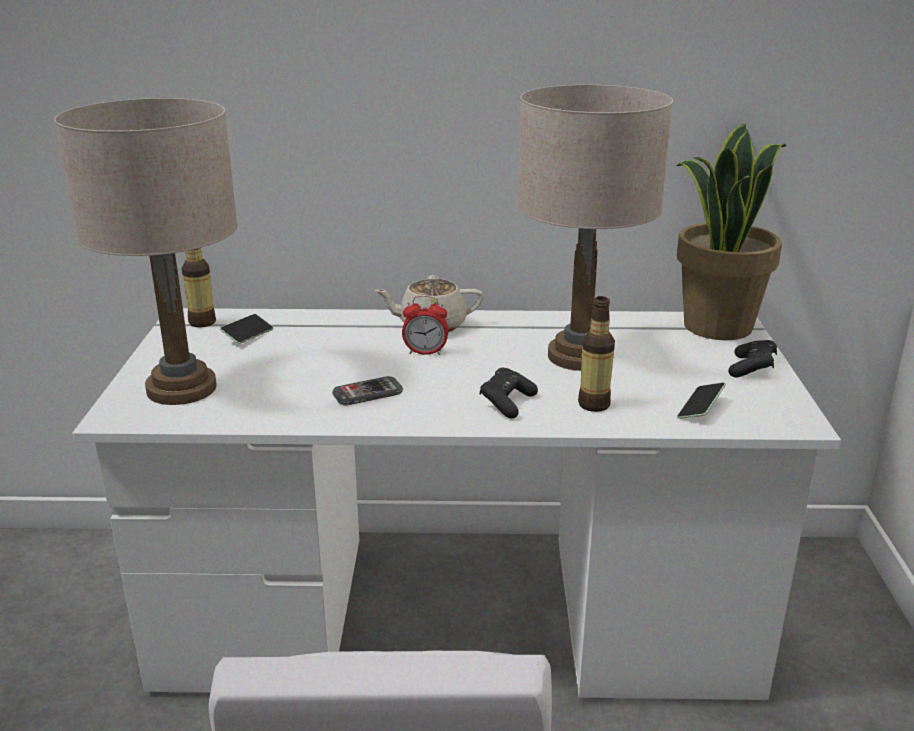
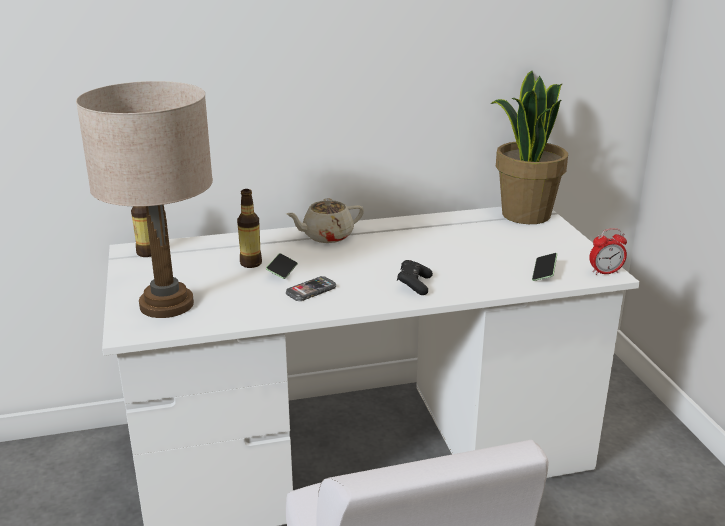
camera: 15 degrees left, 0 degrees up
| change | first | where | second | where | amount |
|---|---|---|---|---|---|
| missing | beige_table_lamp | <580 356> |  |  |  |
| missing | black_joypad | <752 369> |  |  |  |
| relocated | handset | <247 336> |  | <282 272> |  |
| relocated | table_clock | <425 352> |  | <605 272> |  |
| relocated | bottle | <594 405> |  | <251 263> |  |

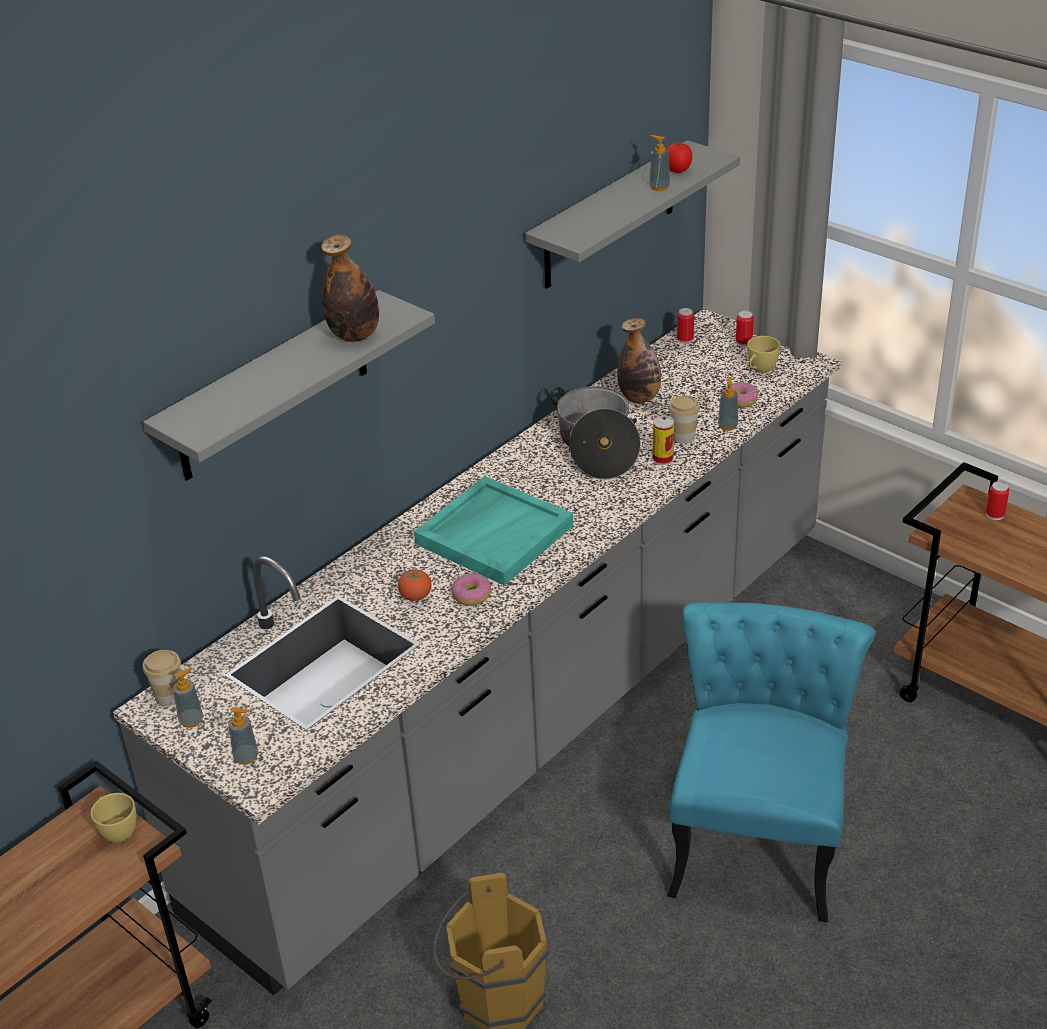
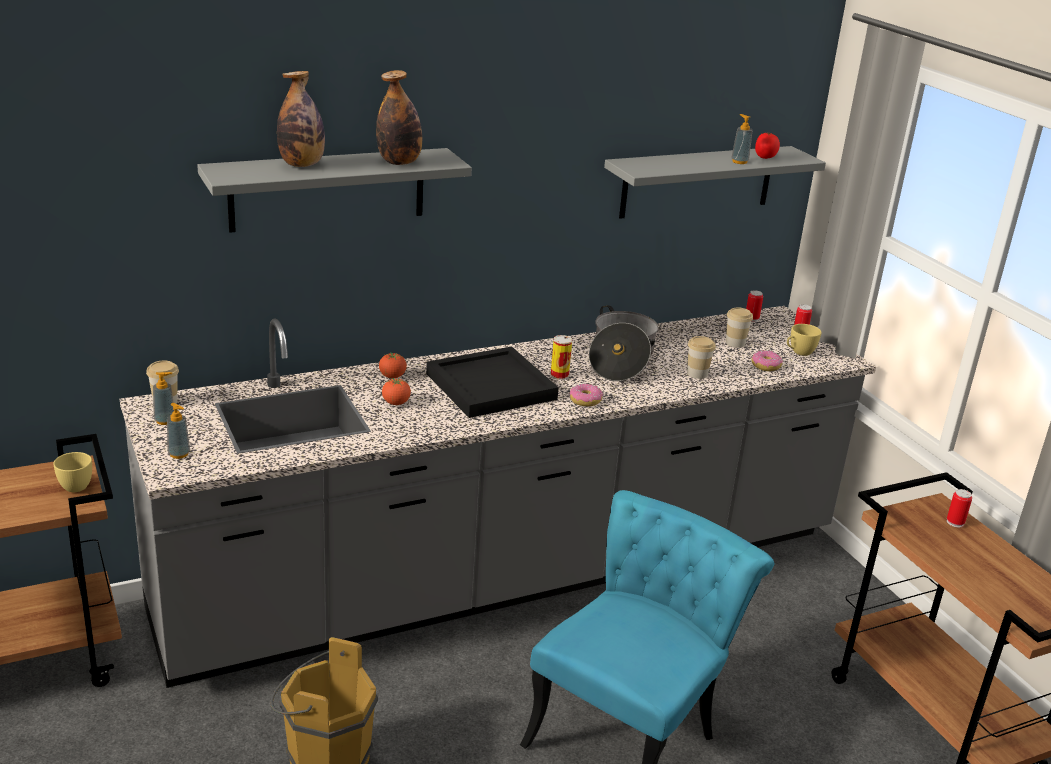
camera: 20 degrees right, 10 degrees down
| change | first | where | second | where | amount |
|---|---|---|---|---|---|
| missing | liquid_soap_bottle | <727 426> |  |  |  |
| appeared |  |  | tomato | <392 377> |  |
| appeared |  |  | cup | <735 343> |  |
| relocated | donut | <471 595> |  | <585 400> |  |
| relocated | bottle | <639 397> |  | <302 165> |  |
| relocated | metal_can | <662 459> |  | <559 375> |  |
| colour | blue-green_carrying_tray | <494 533> | black_carrying_tray | <491 385> |  |

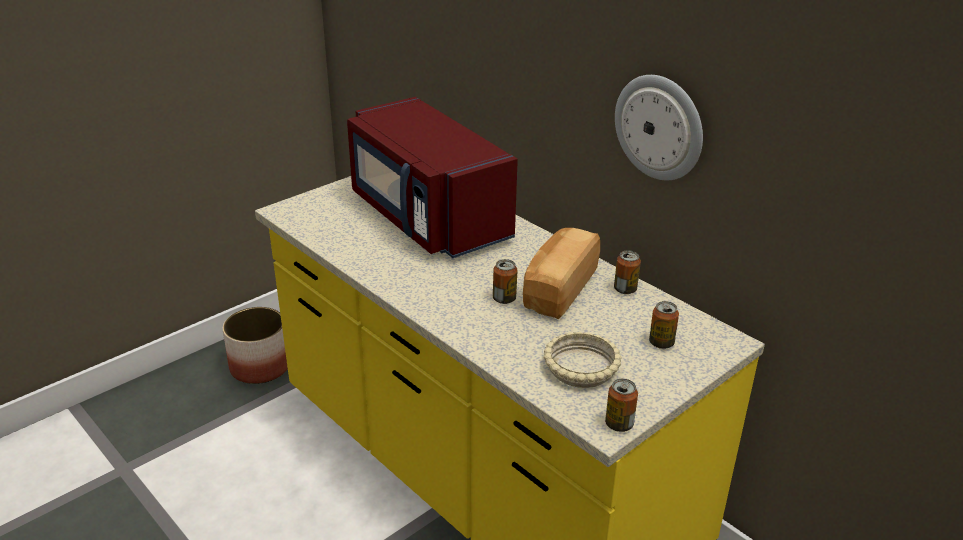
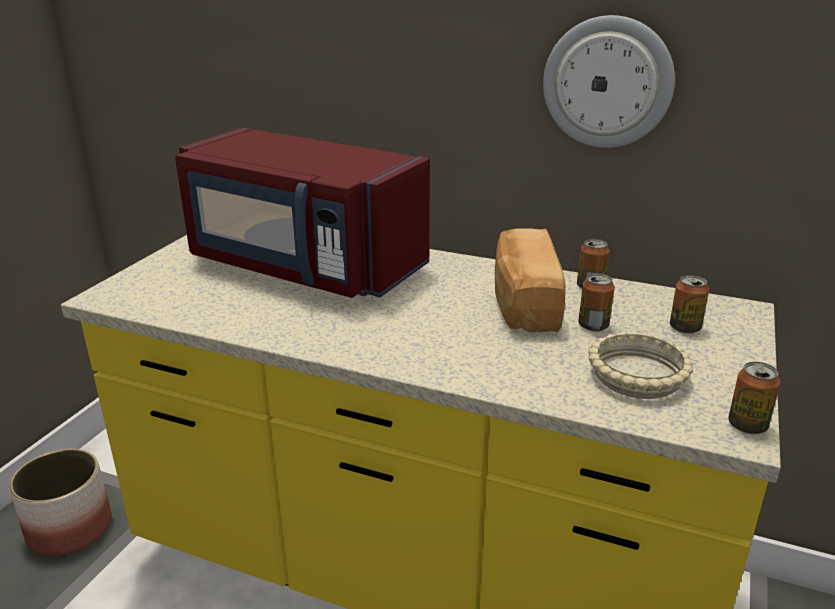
camera: 25 degrees left, 5 degrees down
| change | first | where | second | where | amount |
|---|---|---|---|---|---|
| relocated | metal_can | <504 299> |  | <593 326> |  |

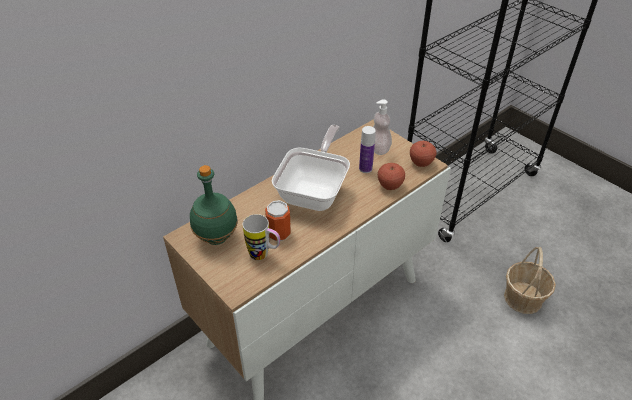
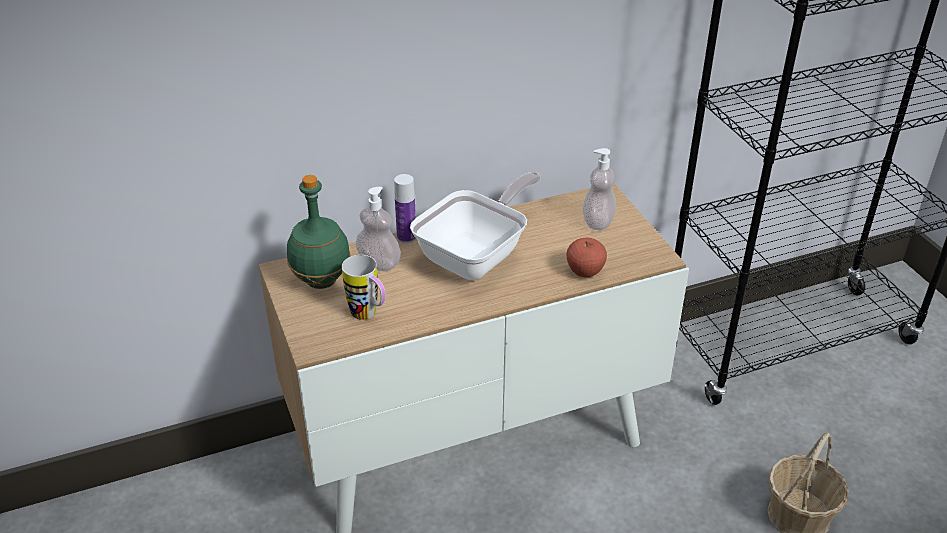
camera: 20 degrees right, 5 degrees down
| change | first | where | second | where | amount |
|---|---|---|---|---|---|
| missing | metal_can | <278 233> |  |  |  |
| missing | whole_apple | <421 163> |  |  |  |
| appeared |  |  | liquid_soap_bottle | <379 263> |  |
| relocated | bottle | <365 168> |  | <406 237> |  |

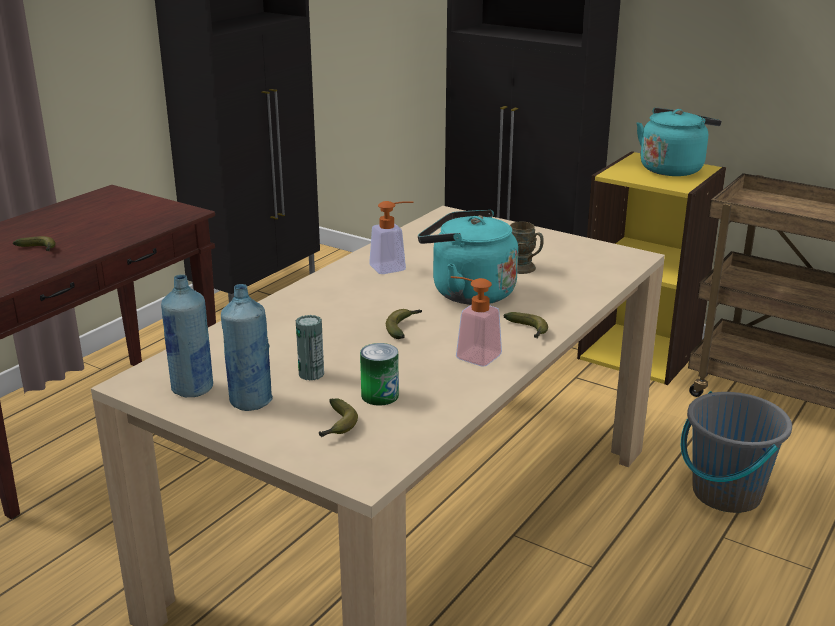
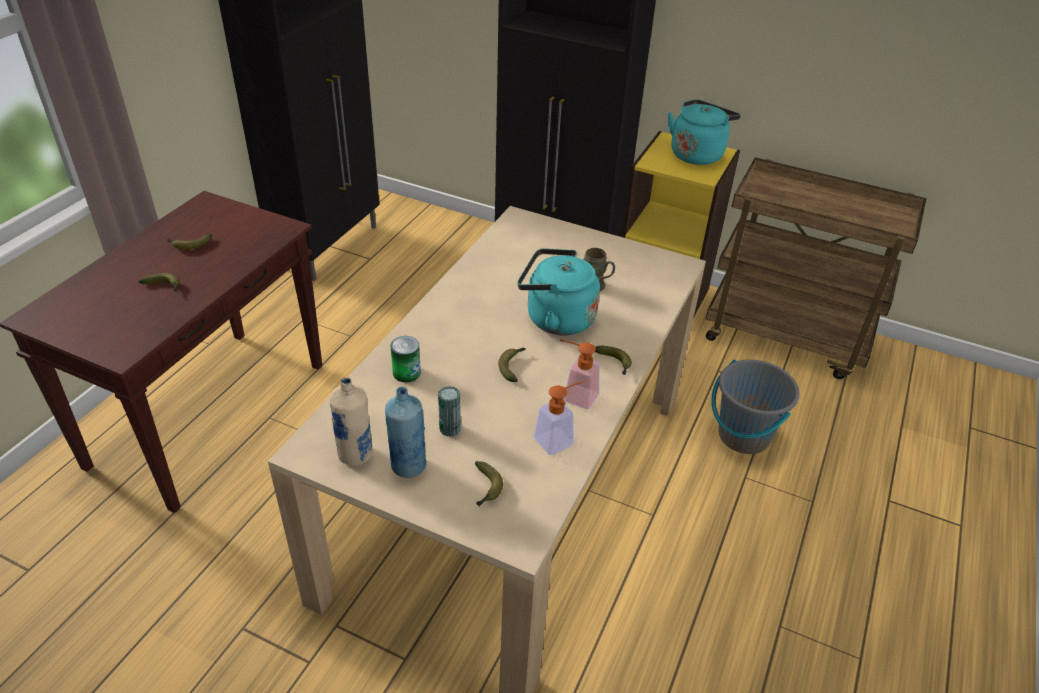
camera: 10 degrees left, 15 degrees up
| change | first | where | second | where | amount |
|---|---|---|---|---|---|
| appeared |  |  | banana | <189 245> |  |
| relocated | metal_can | <380 395> |  | <406 372> |  |
| relocated | liquid_soap_bottle | <393 267> |  | <559 439> |  |
| colour | blue_bottle | <192 389> | beige_bottle | <355 455> |  |

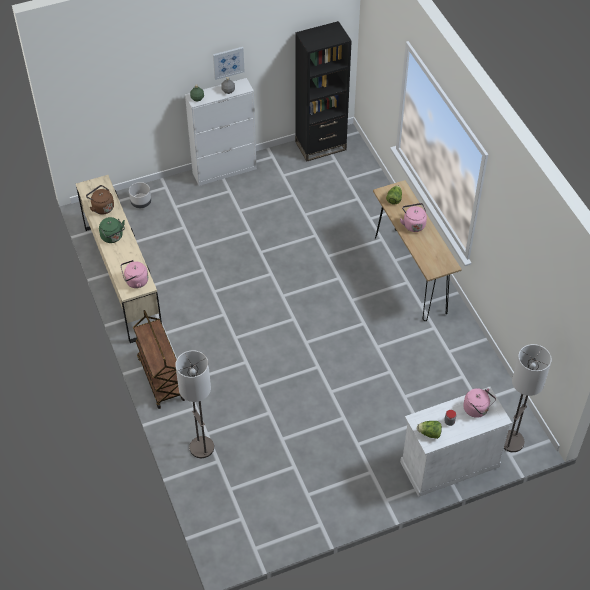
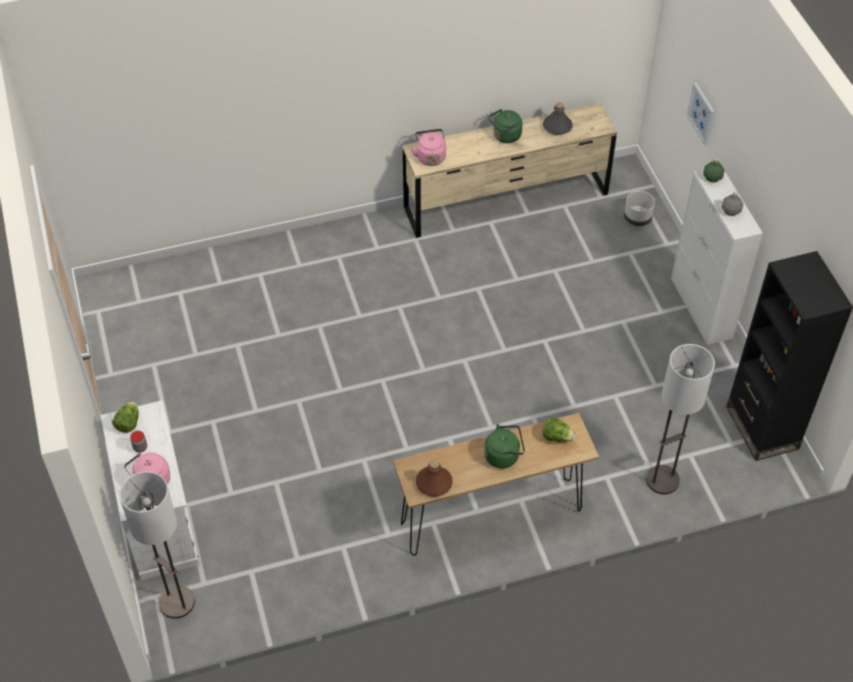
camera: 95 degrees right, 0 degrees up
| change | first | where | second | where | amount |
|---|---|---|---|---|---|
| missing | brownish_wheeled_cart | <160 378> |  |  |  |
| appeared |  |  | brownish_bottle | <434 483> |  |
| relocated | floor_lamp | <202 447> |  | <662 480> |  |
| relocated | wall_picture | <228 62> |  | <702 113> |  |
| exchanged | brownish_water_kettle | <102 207> | greyish_bottle | <557 127> |  |
| colour | pinkish_water_kettle | <413 224> | green_water_kettle | <504 455> |  |

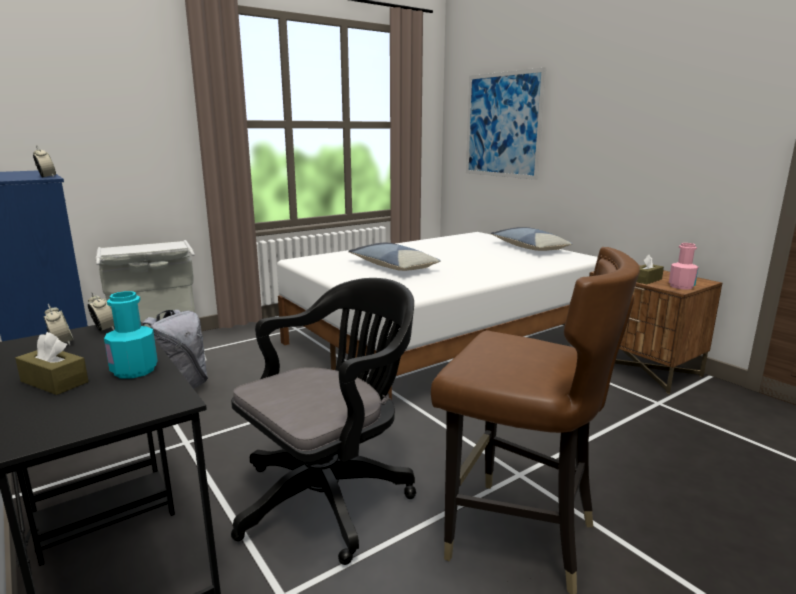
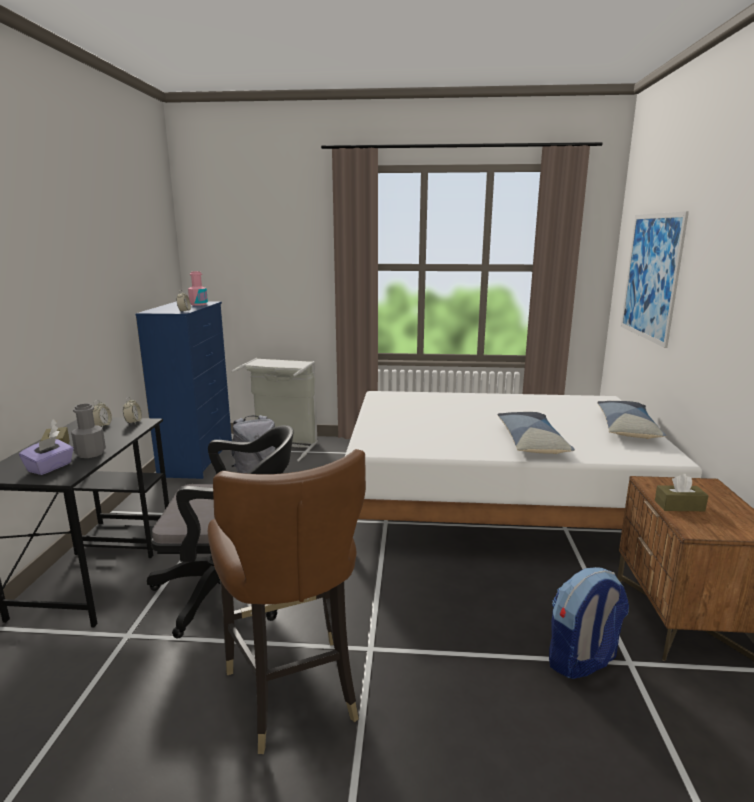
camera: 40 degrees right, 0 degrees up
| change | first | where | second | where | amount |
|---|---|---|---|---|---|
| appeared |  |  | purple-coloured_box_of_tissues | <50 468> |  |
| appeared |  |  | backpack | <582 661> |  |
| relocated | throw_pillow | <392 266> |  | <531 442> |  |
| relocated | pinkish_bottle | <681 286> |  | <198 304> |  |
| colour | blue-green_bottle | <134 370> | greyish_bottle | <90 453> |  |

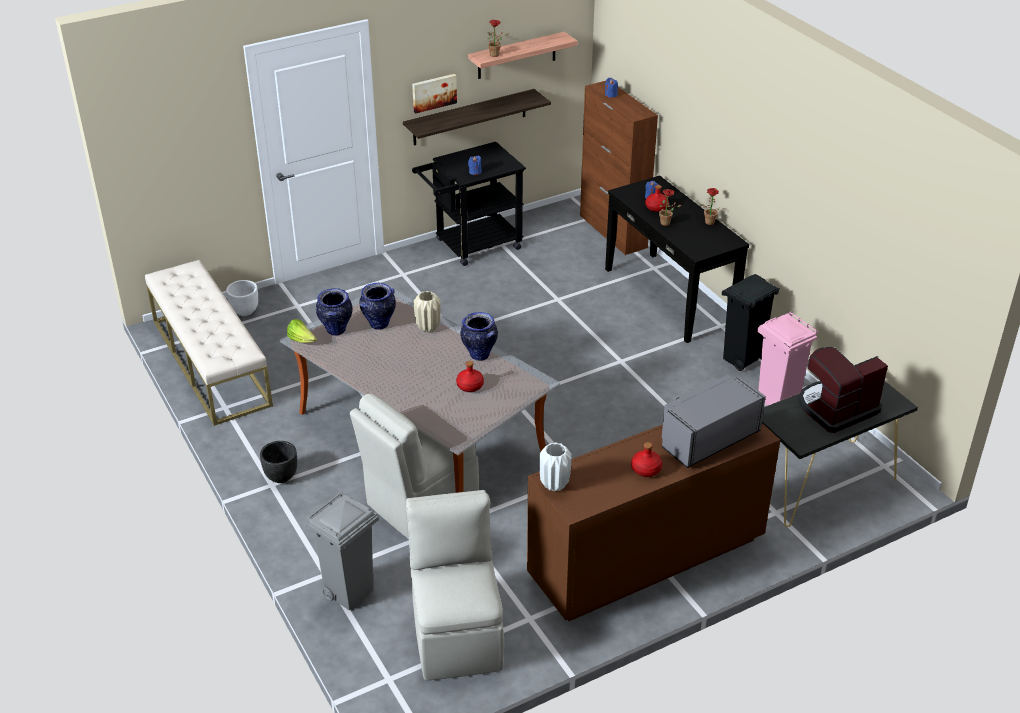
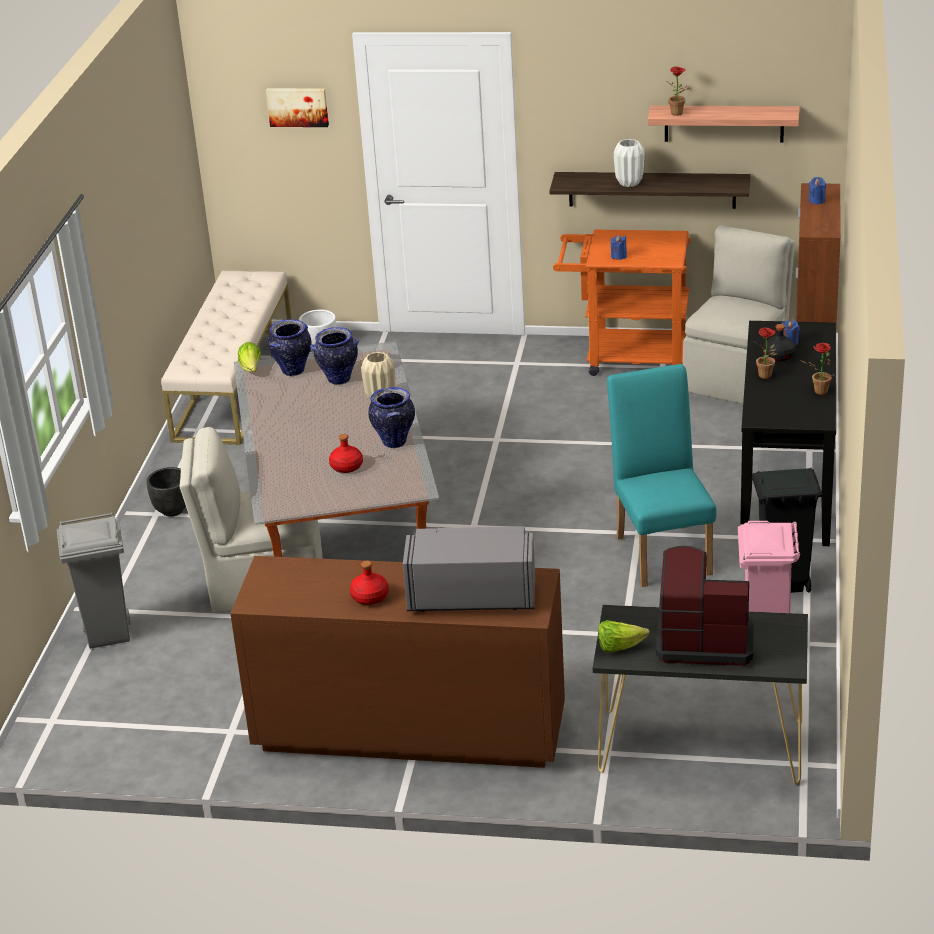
camera: 40 degrees right, 5 degrees down
| change | first | where | second | where | amount |
|---|---|---|---|---|---|
| appeared |  |  | lettuce | <619 647> |  |
| appeared |  |  | blue-green_upright_chair | <662 550> |  |
| relocated | beige_upright_chair | <457 634> |  | <737 375> |  |
| relocated | wall_picture | <433 92> |  | <298 106> |  |
| relocated | white_vase | <554 485> |  | <629 183> |  |
| colour | black_wheeled_cart | <471 246> | orange_wheeled_cart | <626 358> |  |
| colour | red_bottle | <656 207> | black_bottle | <779 356> |  |

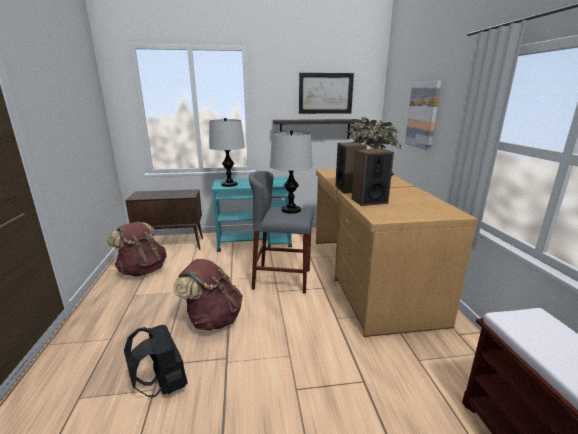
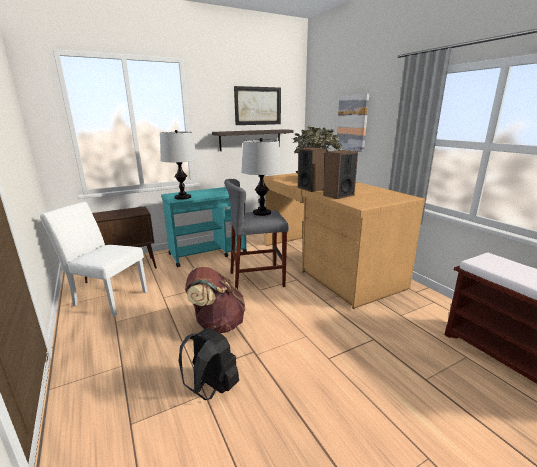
camera: 20 degrees left, 0 degrees up
| change | first | where | second | where | amount |
|---|---|---|---|---|---|
| exchanged | brownish_backpack | <142 270> | white_upright_chair | <106 297> |  |

